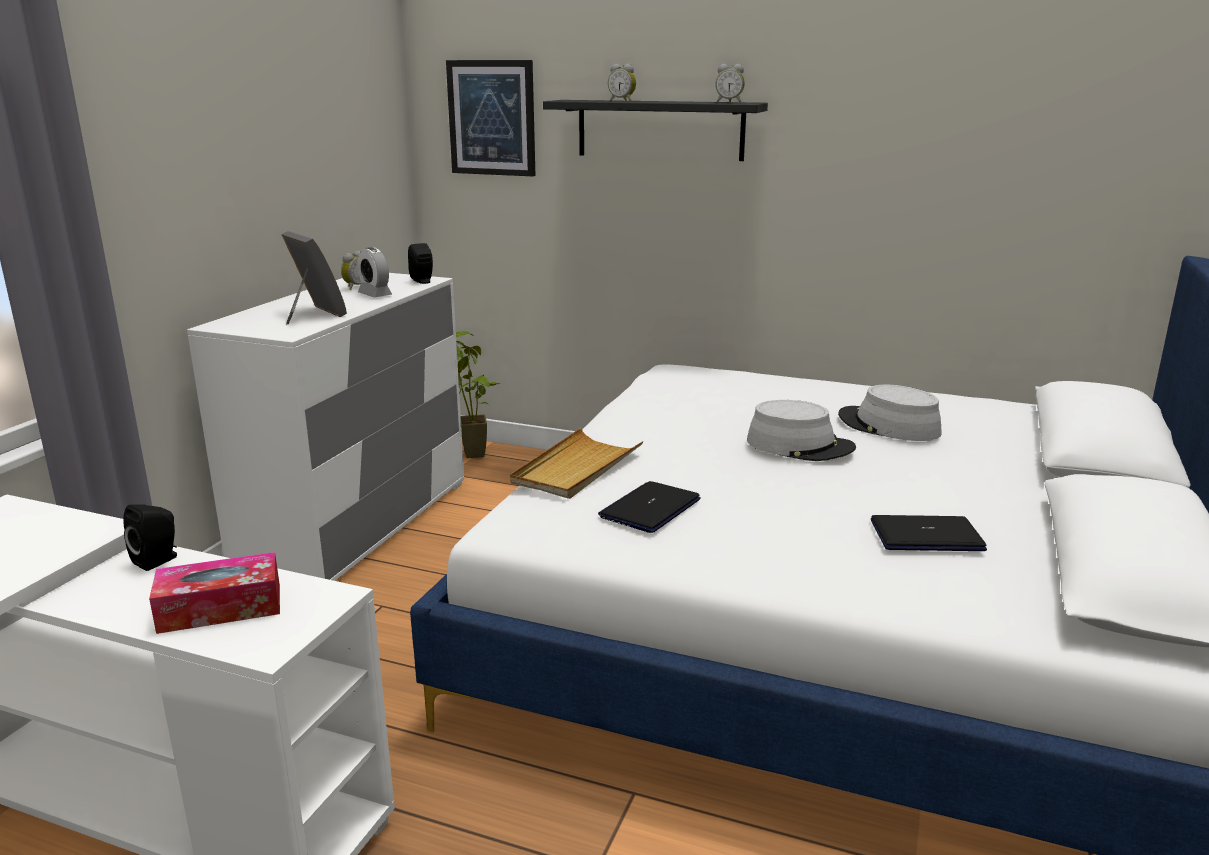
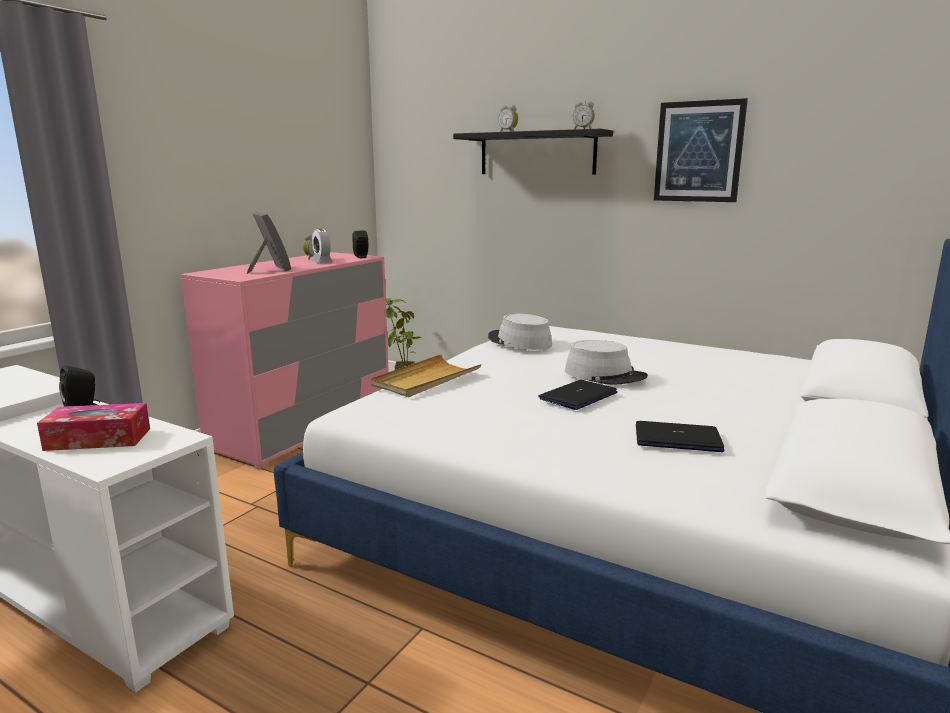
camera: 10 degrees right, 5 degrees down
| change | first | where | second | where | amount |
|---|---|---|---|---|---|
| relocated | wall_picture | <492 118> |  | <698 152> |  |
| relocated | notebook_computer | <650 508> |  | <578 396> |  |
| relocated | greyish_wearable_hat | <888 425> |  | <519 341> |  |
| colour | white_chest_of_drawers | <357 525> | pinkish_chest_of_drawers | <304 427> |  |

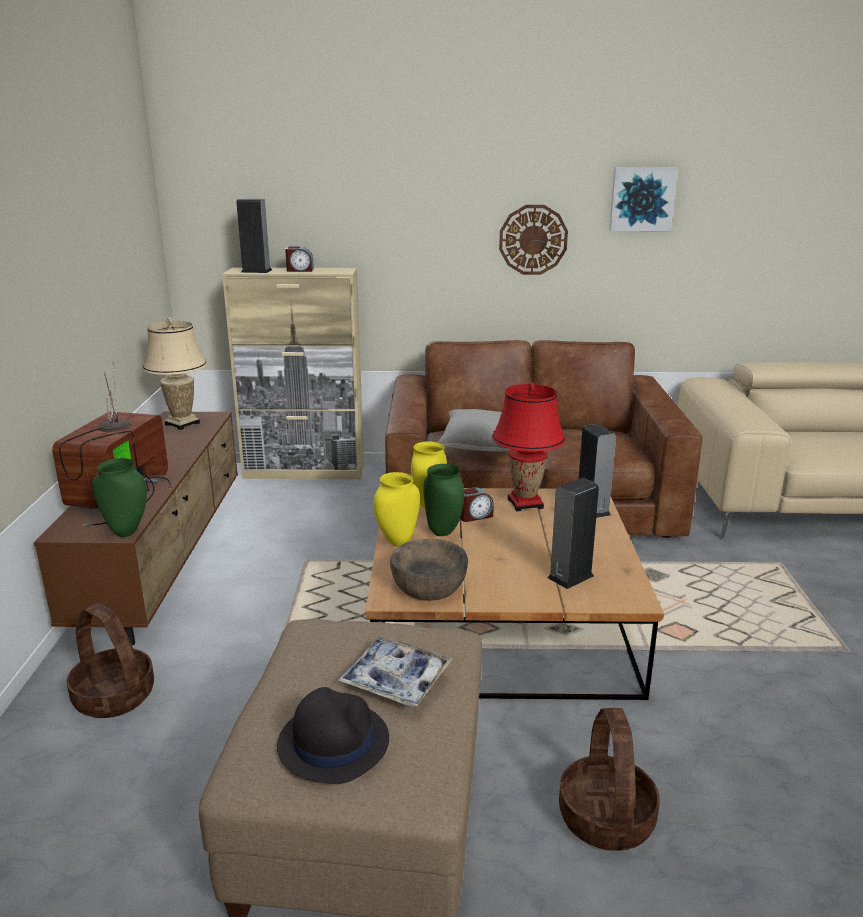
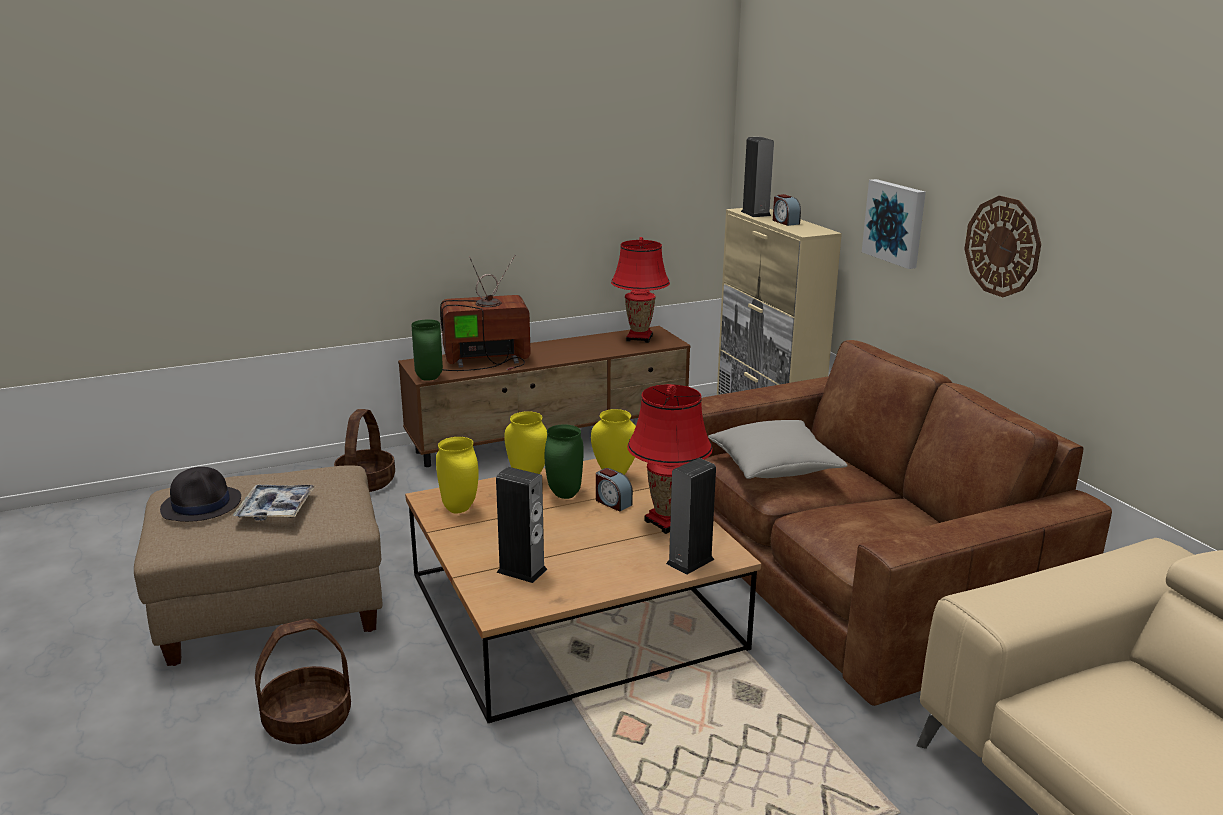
camera: 65 degrees right, 0 degrees up
| change | first | where | second | where | amount |
|---|---|---|---|---|---|
| relocated | wall_picture | <641 199> |  | <896 222> |  |
| exchanged | brownish_deep_dish | <429 585> | yellow-coloured_vase | <460 509> |  |
| colour | beige_table_lamp | <182 424> | red_table_lamp | <639 338> |  |

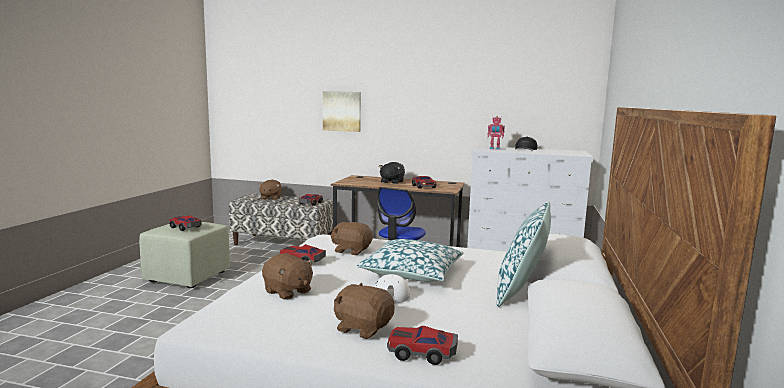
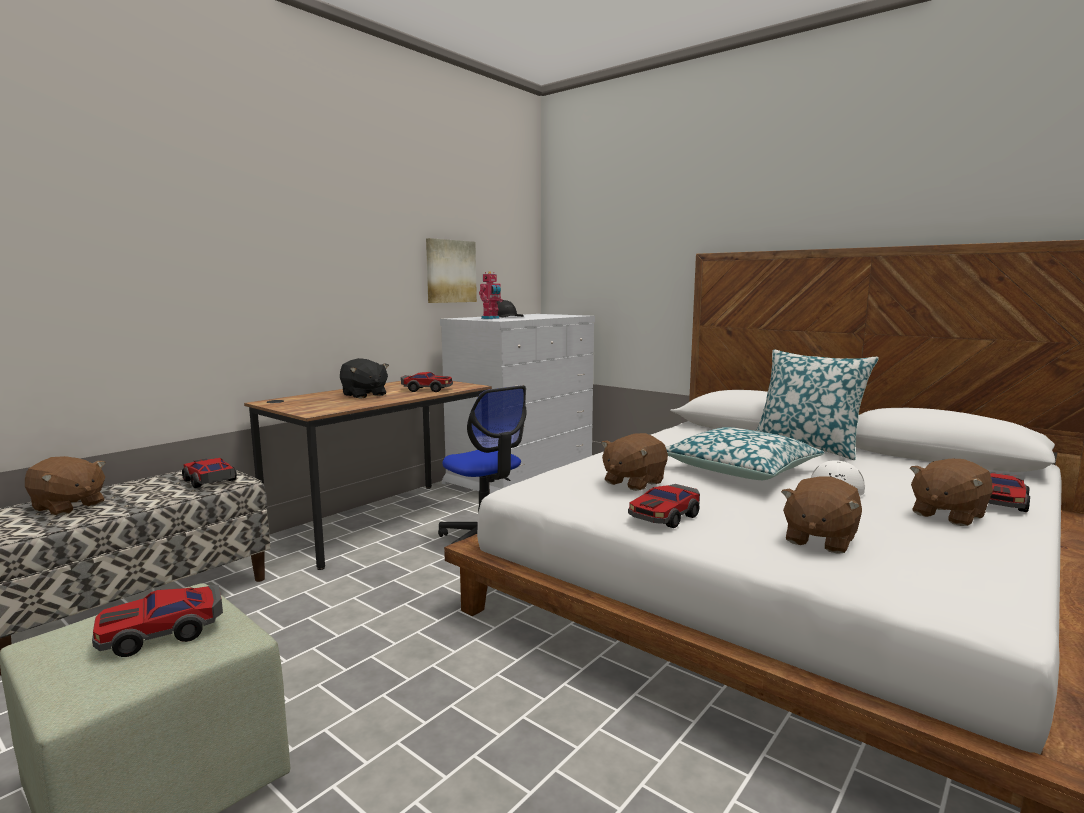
camera: 65 degrees left, 0 degrees up
| change | first | where | second | where | amount |
|---|---|---|---|---|---|
| relocated | wall_picture | <342 111> |  | <450 271> |  |
| spun | brownish_soft_toy | <287 292> |  | <819 539> | 150 degrees clockwise |

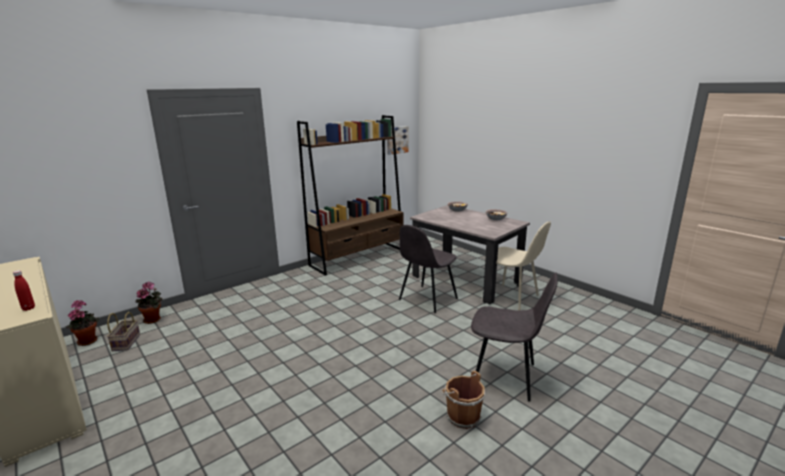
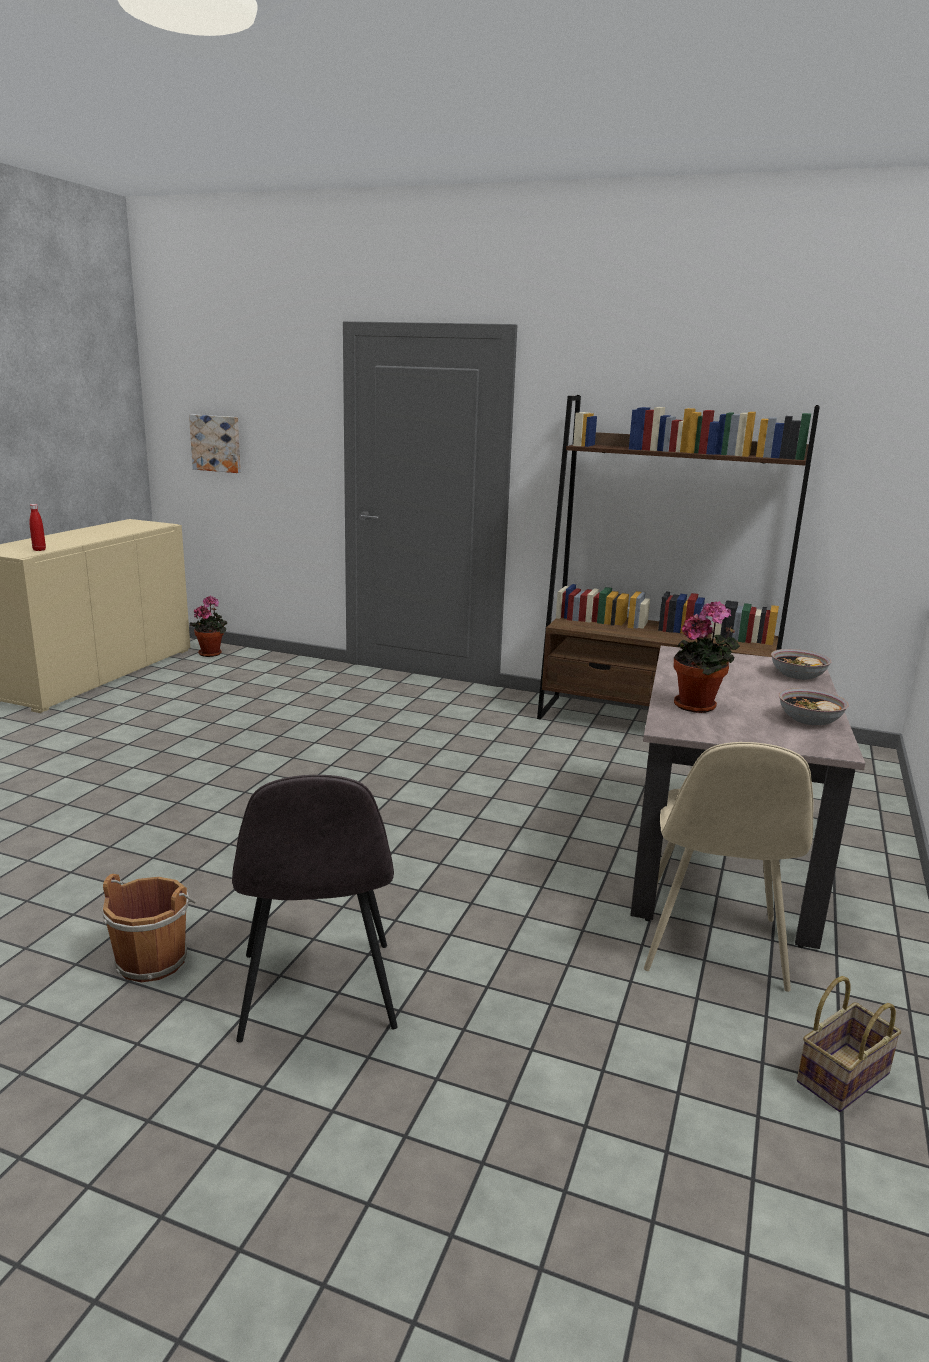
camera: 60 degrees right, 0 degrees up
| change | first | where | second | where | amount |
|---|---|---|---|---|---|
| missing | greyish_upright_chair | <427 300> |  |  |  |
| relocated | storage_basket | <126 342> |  | <842 1075> |  |
| relocated | potted_plant | <153 319> |  | <699 706> |  |
| relocated | wall_picture | <396 140> |  | <217 443> |  |

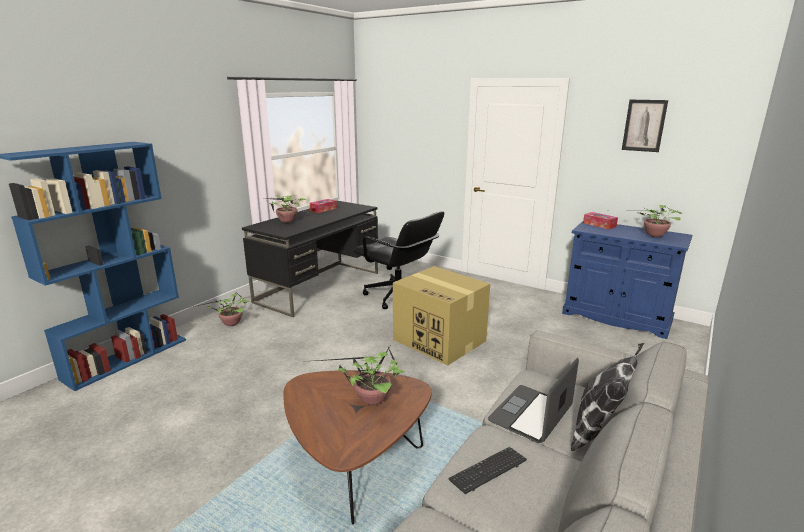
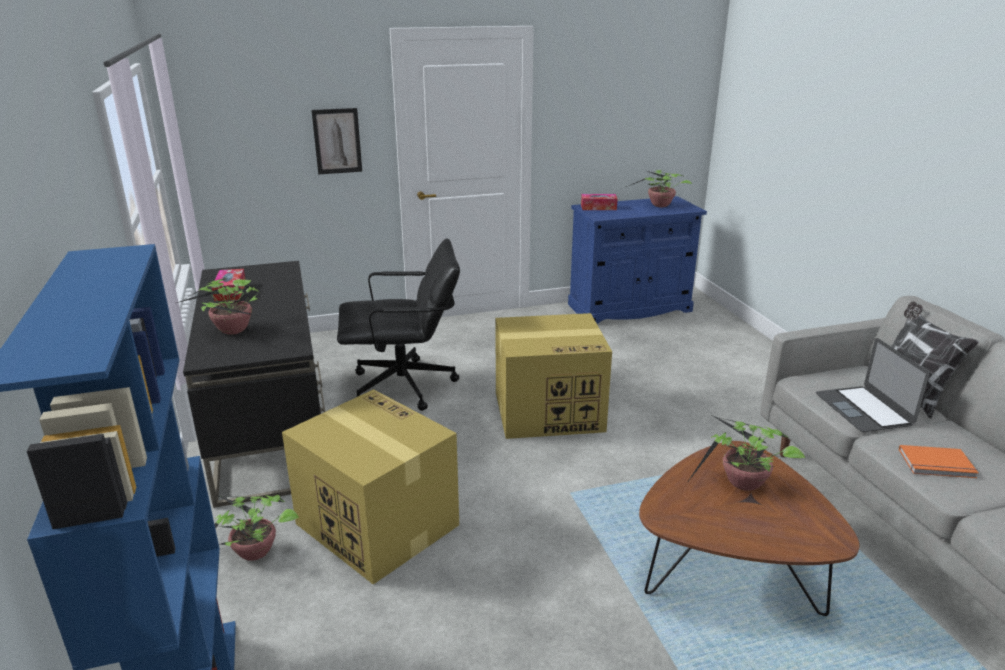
camera: 50 degrees left, 5 degrees up
| change | first | where | second | where | amount |
|---|---|---|---|---|---|
| appeared |  |  | packing_box | <375 524> |  |
| relocated | wall_picture | <644 125> |  | <337 141> |  |
| exchanged | computer_keyboard | <488 471> | orange_bound_book | <937 465> |  |

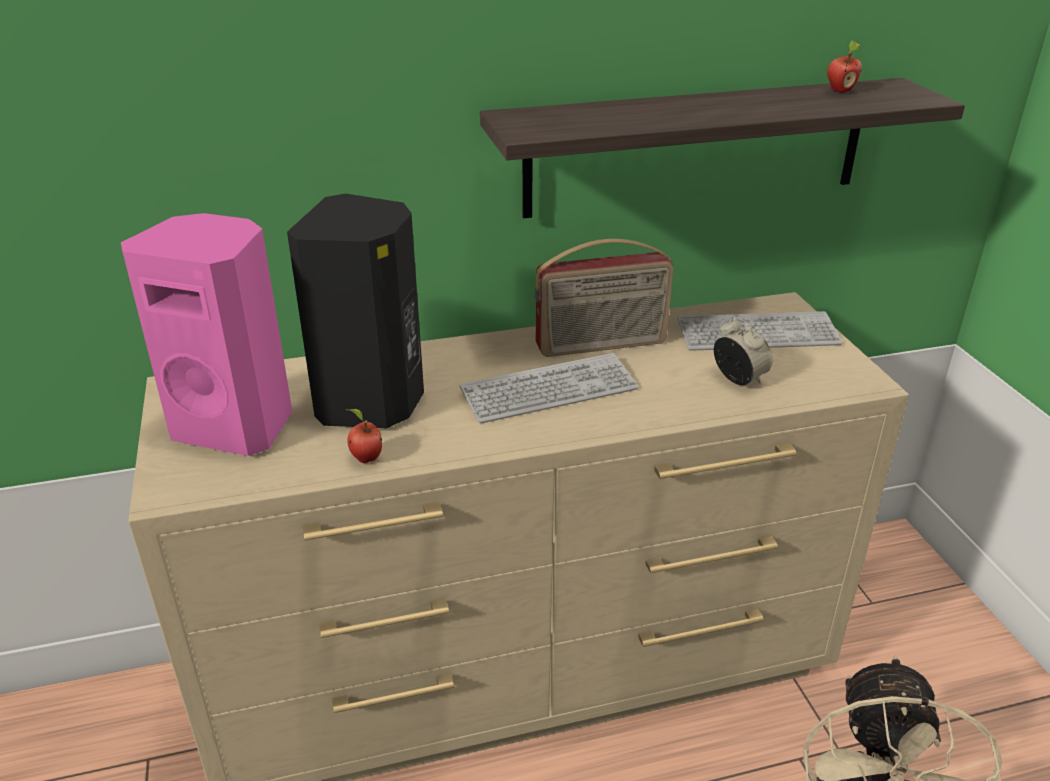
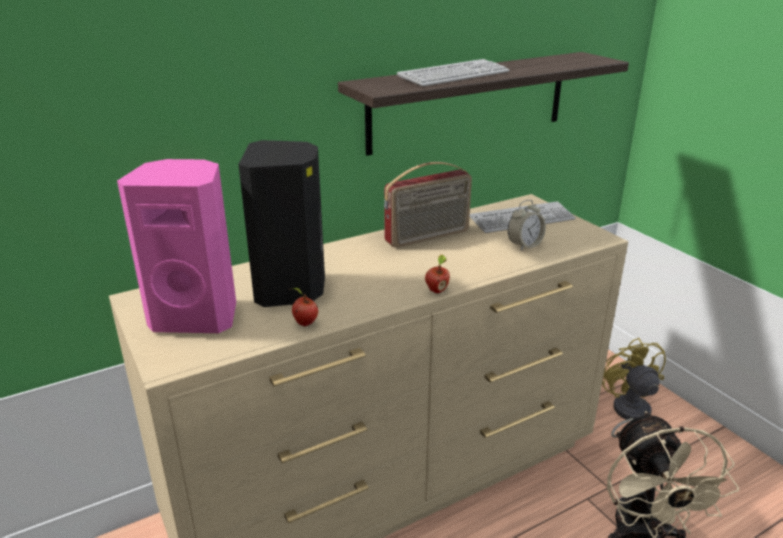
camera: 15 degrees left, 5 degrees down
| change | first | where | second | where | amount |
|---|---|---|---|---|---|
| appeared |  |  | yellow-coloured_electric_fan | <628 415> |  |
| relocated | computer_keyboard | <549 390> |  | <454 75> |  |
| relocated | whole_apple | <840 91> |  | <436 290> |  |
| spun | table_clock | <738 379> |  | <524 245> | 105 degrees clockwise |

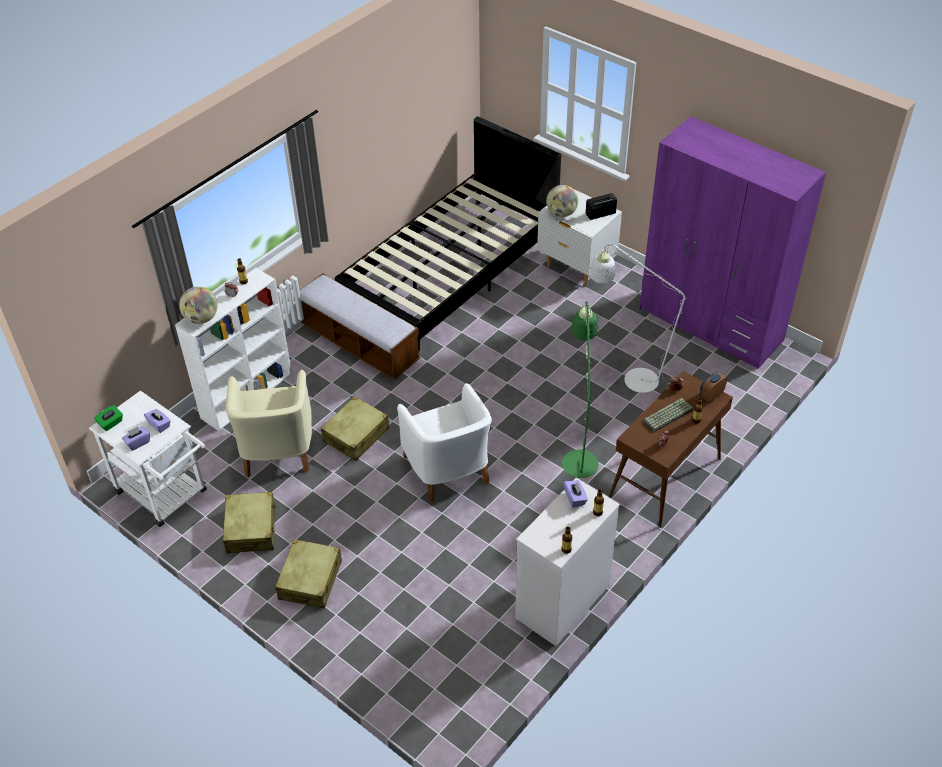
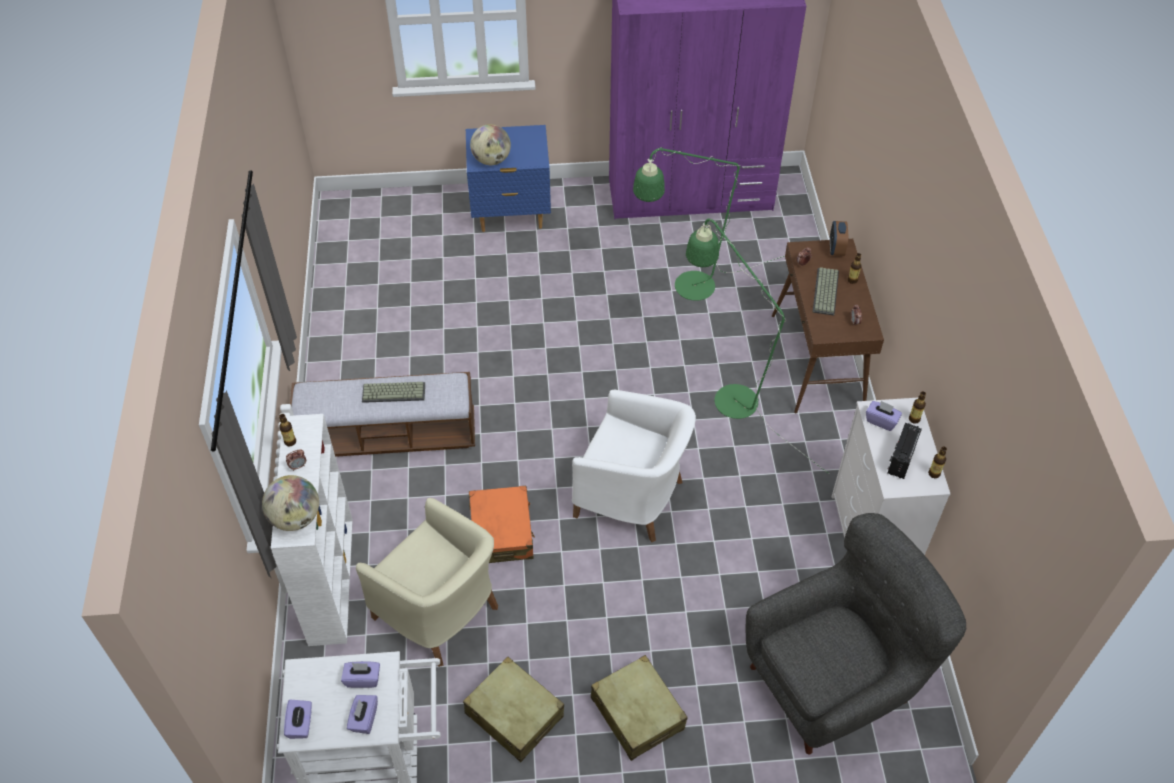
camera: 45 degrees left, 5 degrees up
| change | first | where | second | where | amount |
|---|---|---|---|---|---|
| missing | black_sleeping_bed | <451 271> |  |  |  |
| appeared |  |  | computer_keyboard | <394 392> |  |
| appeared |  |  | greyish_lounge_chair | <833 680> |  |
| relocated | radio | <600 214> |  | <901 460> |  |
| colour | green_box_of_tissues | <111 423> | purple-coloured_box_of_tissues | <301 724> |  |
| colour | beige_piece_of_luggage | <356 435> | orange_piece_of_luggage | <501 532> |  |
| colour | white_nightstand | <576 267> | blue_nightstand | <511 215> |  |
| colour | white_floor_lamp | <632 378> | green_floor_lamp | <685 289> |  |

